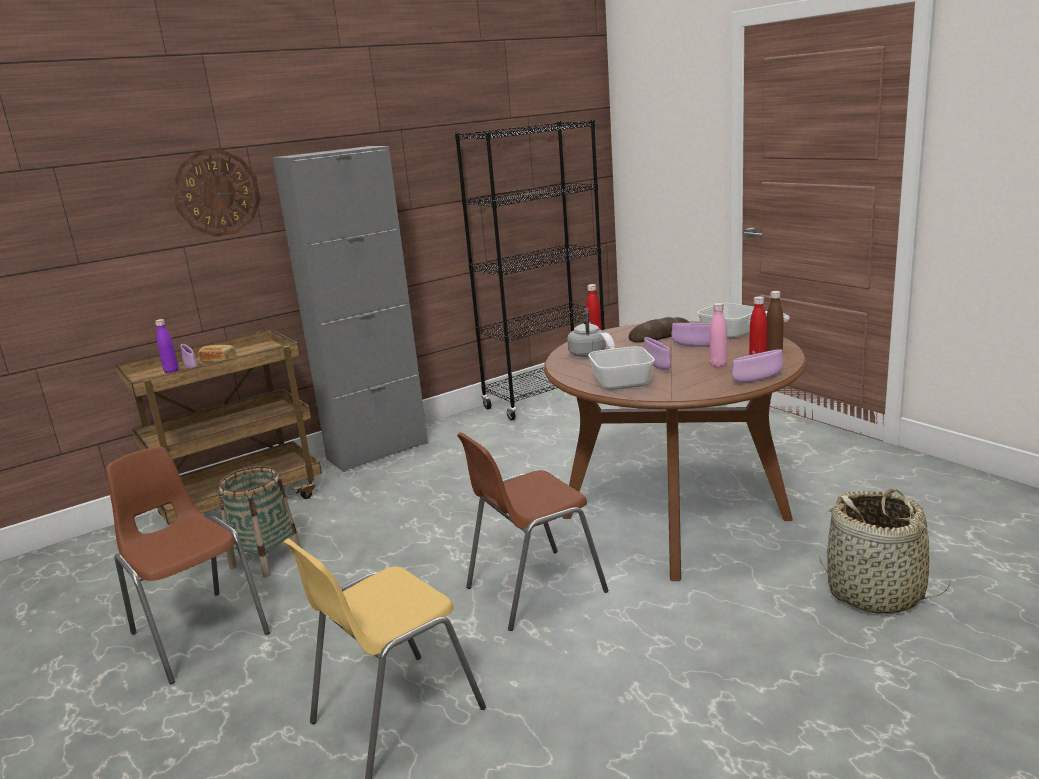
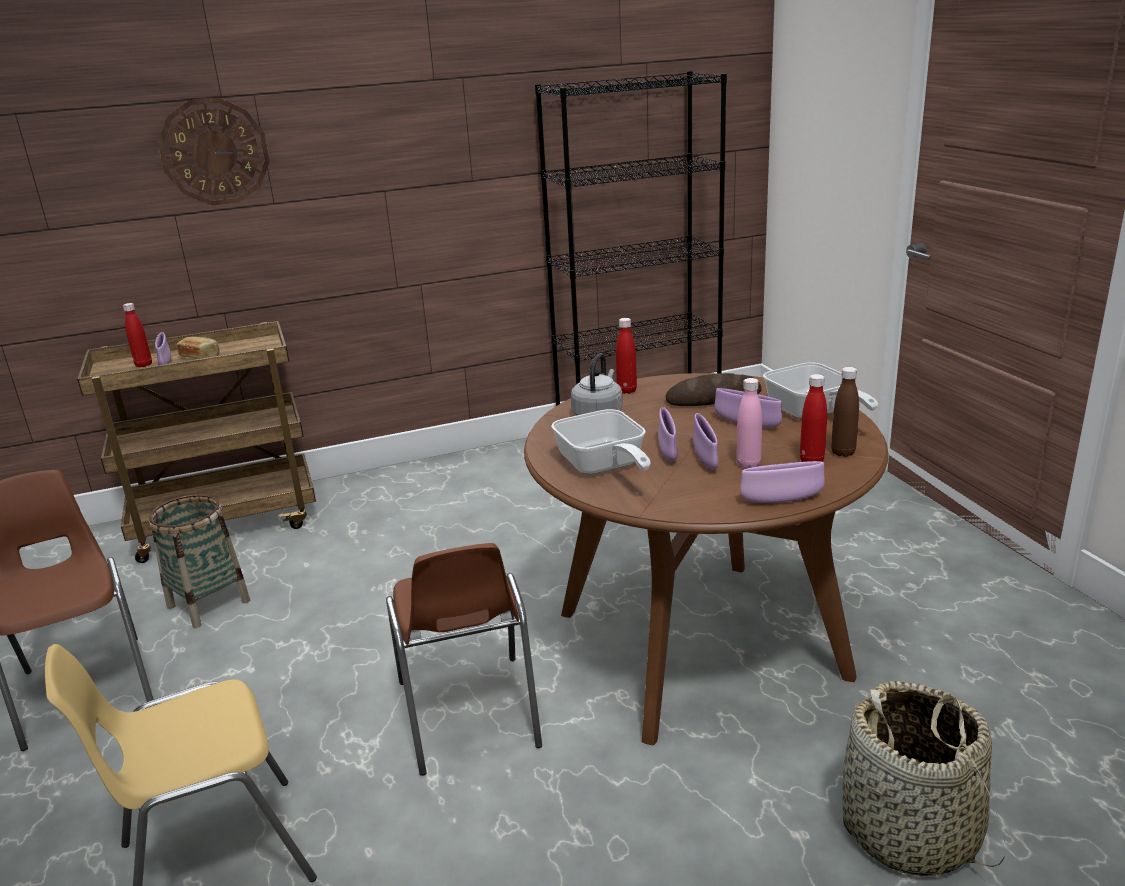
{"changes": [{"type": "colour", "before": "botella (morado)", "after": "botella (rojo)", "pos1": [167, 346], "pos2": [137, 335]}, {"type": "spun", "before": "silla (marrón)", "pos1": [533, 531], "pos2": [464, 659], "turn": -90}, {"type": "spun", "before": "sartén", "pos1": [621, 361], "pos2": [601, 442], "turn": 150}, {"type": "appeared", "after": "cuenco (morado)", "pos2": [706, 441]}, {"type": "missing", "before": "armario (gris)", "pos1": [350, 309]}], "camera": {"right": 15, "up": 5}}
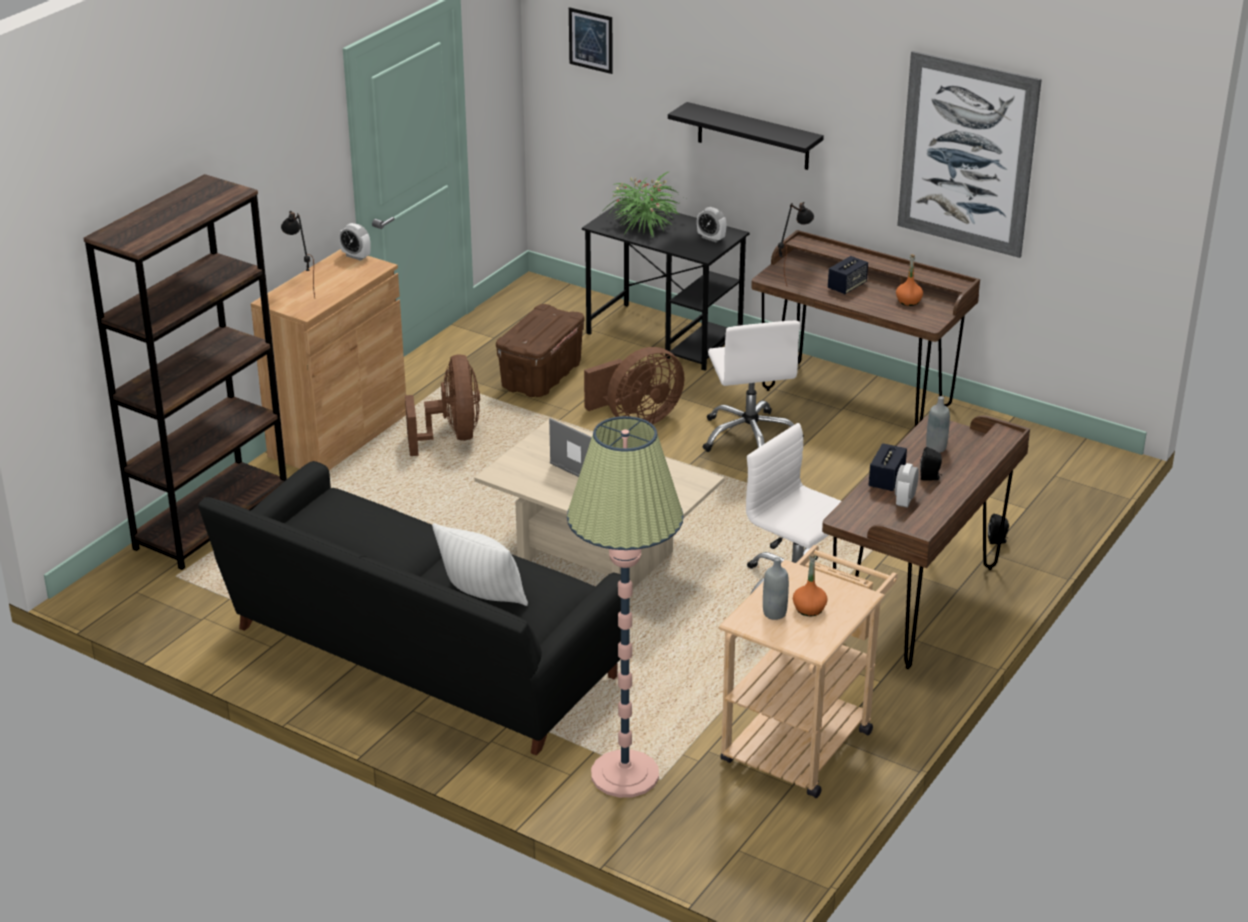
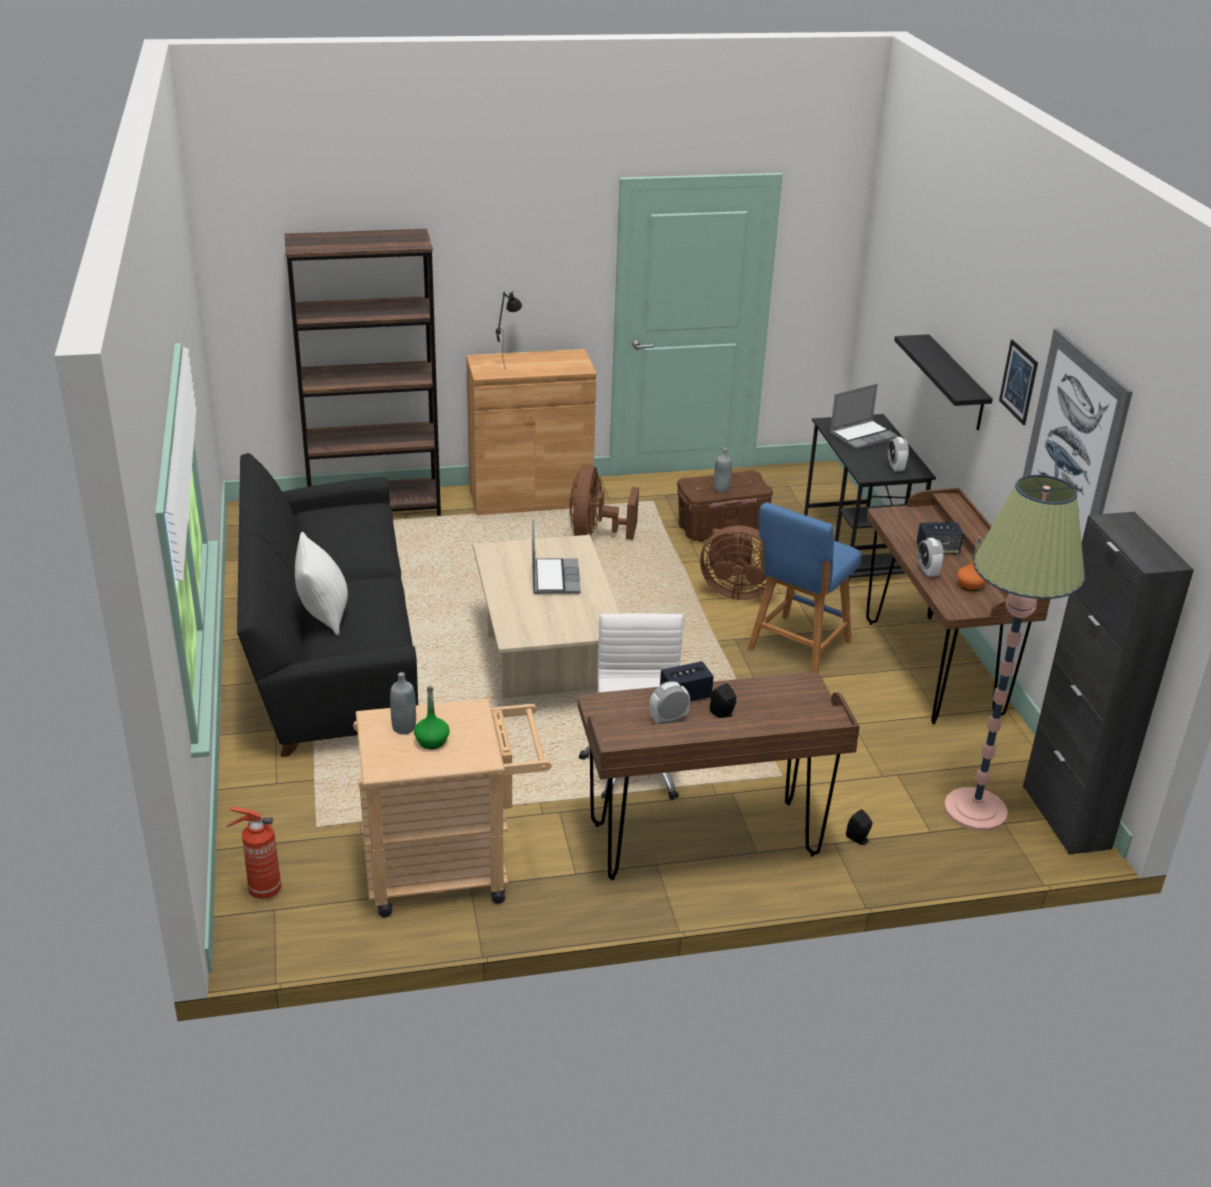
{"changes": [{"type": "appeared", "after": "extintor", "pos2": [254, 852]}, {"type": "colour", "before": "botella (naranja)", "after": "botella (verde)", "pos1": [810, 585], "pos2": [431, 717]}, {"type": "spun", "before": "ventilador (marrón)", "pos1": [442, 405], "pos2": [604, 502], "turn": 150}, {"type": "relocated", "before": "botella (gris)", "pos1": [938, 424], "pos2": [723, 470]}, {"type": "exchanged", "before": "silla de oficina (blanco)", "after": "taburete (azul)", "pos1": [753, 386], "pos2": [805, 587]}, {"type": "exchanged", "before": "planta en maceta", "after": "portátil", "pos1": [641, 204], "pos2": [864, 417]}, {"type": "relocated", "before": "despertador", "pos1": [355, 242], "pos2": [931, 557]}, {"type": "relocated", "before": "lámpara de pie", "pos1": [625, 607], "pos2": [1014, 653]}, {"type": "relocated", "before": "cuadro", "pos1": [591, 40], "pos2": [1018, 382]}, {"type": "appeared", "after": "armario (negro)", "pos2": [1108, 683]}, {"type": "missing", "before": "lámpara de mesa (negro)", "pos1": [796, 243]}], "camera": {"right": 45, "up": 0}}
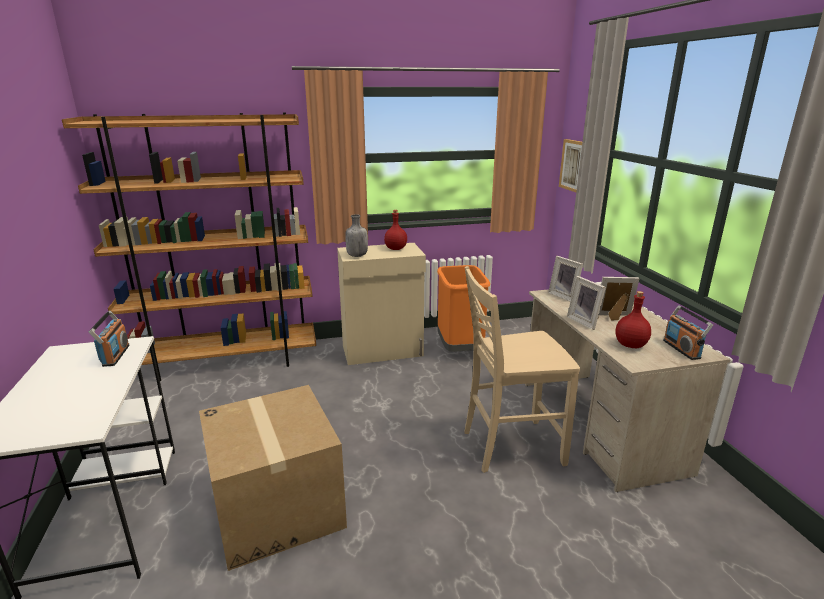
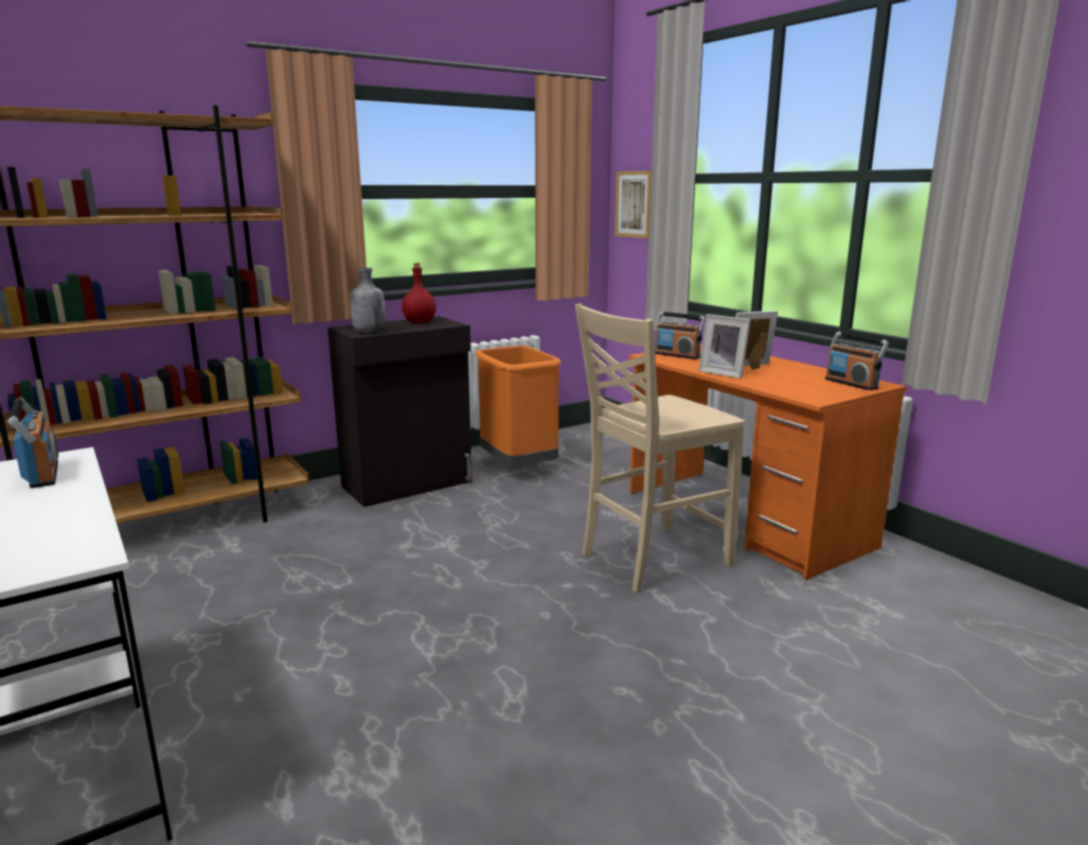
{"changes": [{"type": "colour", "before": "armario (beis)", "after": "armario (negro)", "pos1": [381, 304], "pos2": [400, 411]}, {"type": "colour", "before": "escritorio (beis)", "after": "escritorio (naranja)", "pos1": [628, 388], "pos2": [768, 462]}, {"type": "exchanged", "before": "portarretratos", "after": "radio", "pos1": [565, 279], "pos2": [680, 335]}, {"type": "missing", "before": "caja de cartón", "pos1": [273, 478]}, {"type": "missing", "before": "botella (rojo)", "pos1": [633, 319]}], "camera": {"right": -20, "up": -5}}
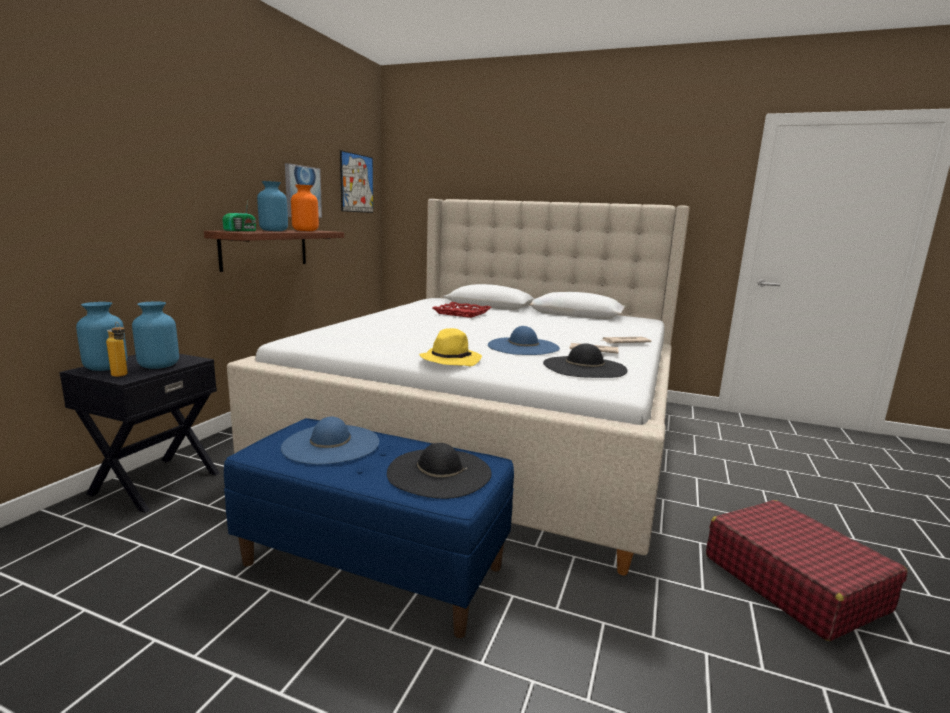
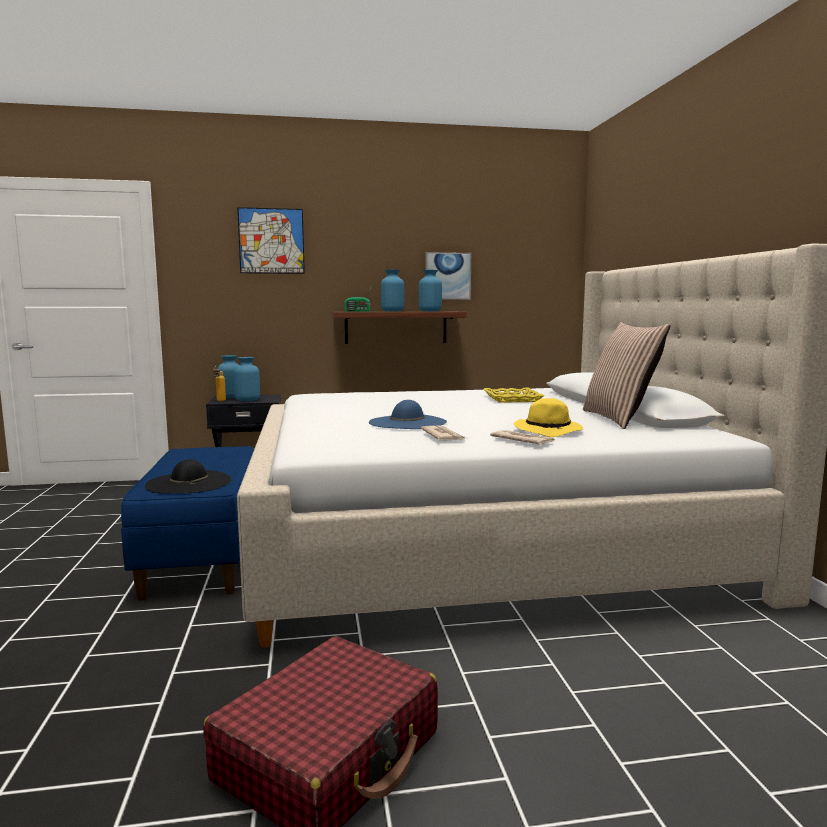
{"changes": [{"type": "relocated", "before": "cuadro", "pos1": [356, 181], "pos2": [271, 240]}, {"type": "colour", "before": "florero (naranja)", "after": "florero (azul)", "pos1": [305, 208], "pos2": [430, 291]}, {"type": "colour", "before": "bandeja (rojo)", "after": "bandeja (amarillo)", "pos1": [461, 310], "pos2": [514, 395]}, {"type": "relocated", "before": "sombrero (amarillo)", "pos1": [450, 347], "pos2": [548, 417]}, {"type": "appeared", "after": "cojín", "pos2": [626, 375]}, {"type": "missing", "before": "sombrero (azul)", "pos1": [330, 440]}, {"type": "missing", "before": "sombrero (negro)", "pos1": [585, 361]}], "camera": {"right": 60, "up": -5}}
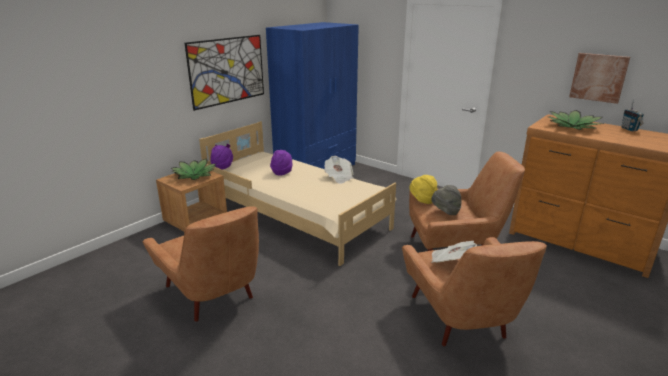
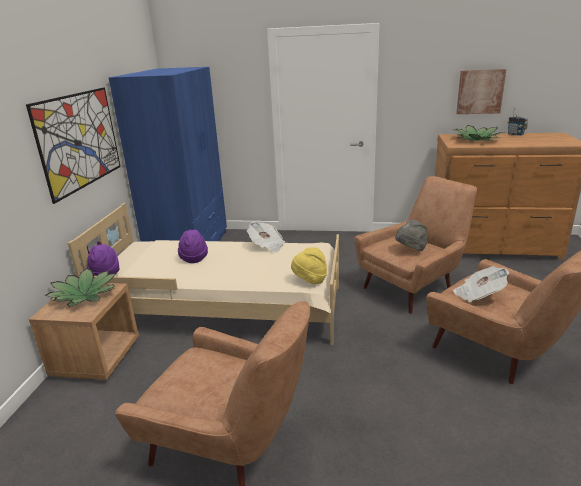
{"changes": [{"type": "relocated", "before": "sombrero (amarillo)", "pos1": [423, 189], "pos2": [309, 265]}], "camera": {"right": -30, "up": 0}}
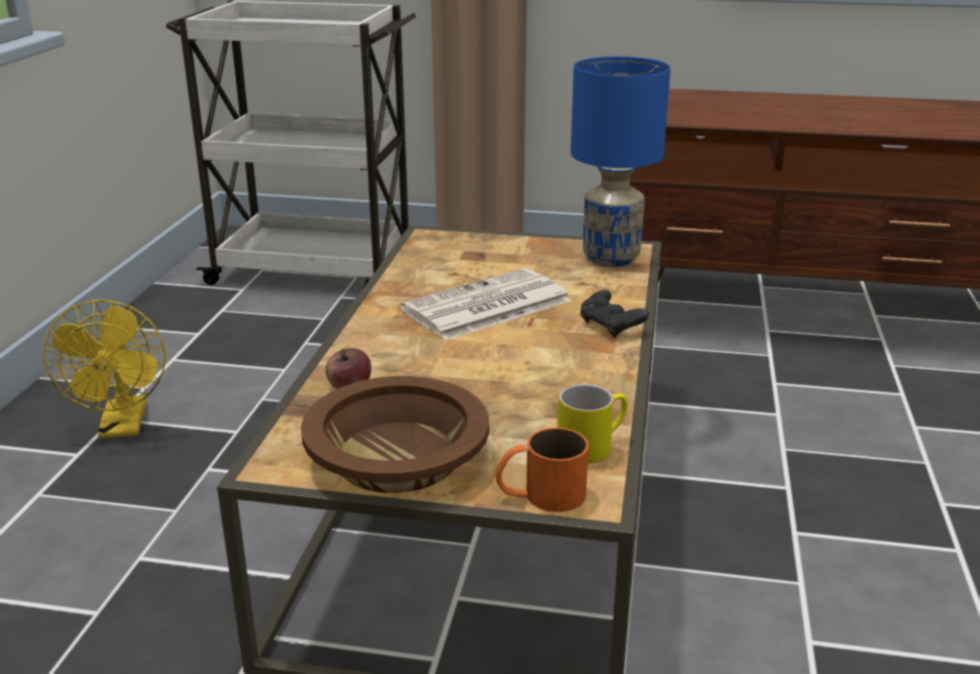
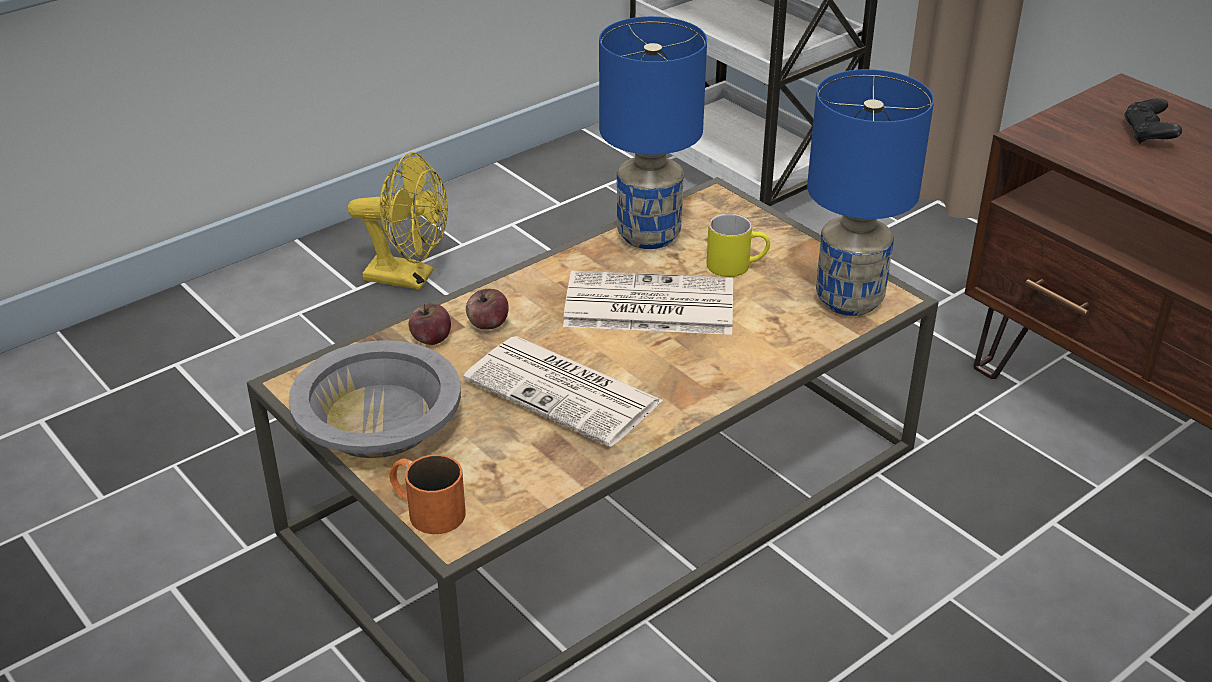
{"changes": [{"type": "colour", "before": "cuenco (marrón)", "after": "cuenco (gris)", "pos1": [395, 434], "pos2": [375, 399]}, {"type": "spun", "before": "ventilador (amarillo)", "pos1": [104, 369], "pos2": [398, 221], "turn": -105}, {"type": "appeared", "after": "periódico", "pos2": [563, 391]}, {"type": "appeared", "after": "manzana", "pos2": [487, 309]}, {"type": "appeared", "after": "lámpara de mesa (azul)", "pos2": [653, 132]}, {"type": "relocated", "before": "taza grande (amarillo)", "pos1": [593, 424], "pos2": [738, 245]}, {"type": "relocated", "before": "mando de consola (negro)", "pos1": [614, 314], "pos2": [1153, 121]}], "camera": {"right": 40, "up": 10}}
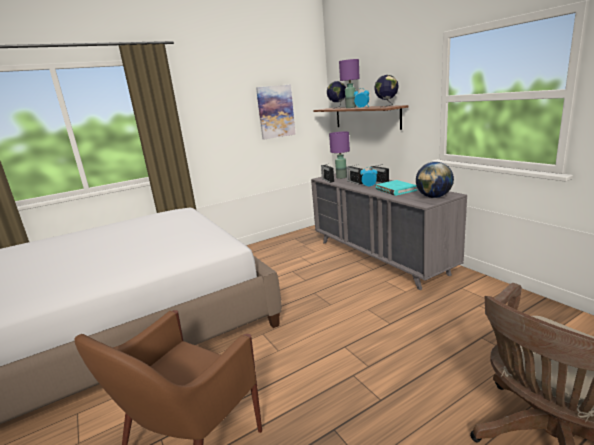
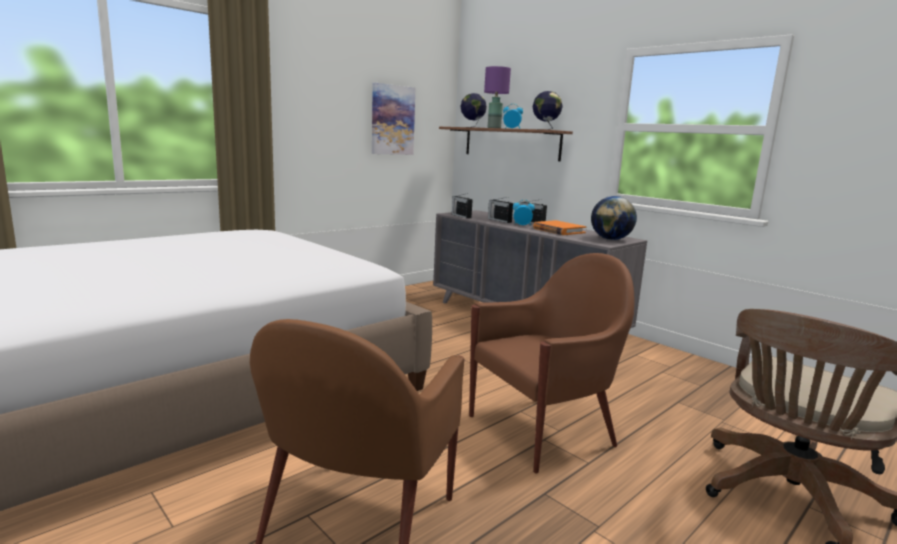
{"changes": [{"type": "appeared", "after": "sillón (marrón)", "pos2": [551, 363]}, {"type": "colour", "before": "libro (turquesa)", "after": "libro (naranja)", "pos1": [396, 188], "pos2": [560, 227]}, {"type": "missing", "before": "lámpara de mesa (morado)", "pos1": [339, 155]}], "camera": {"right": -15, "up": -5}}
